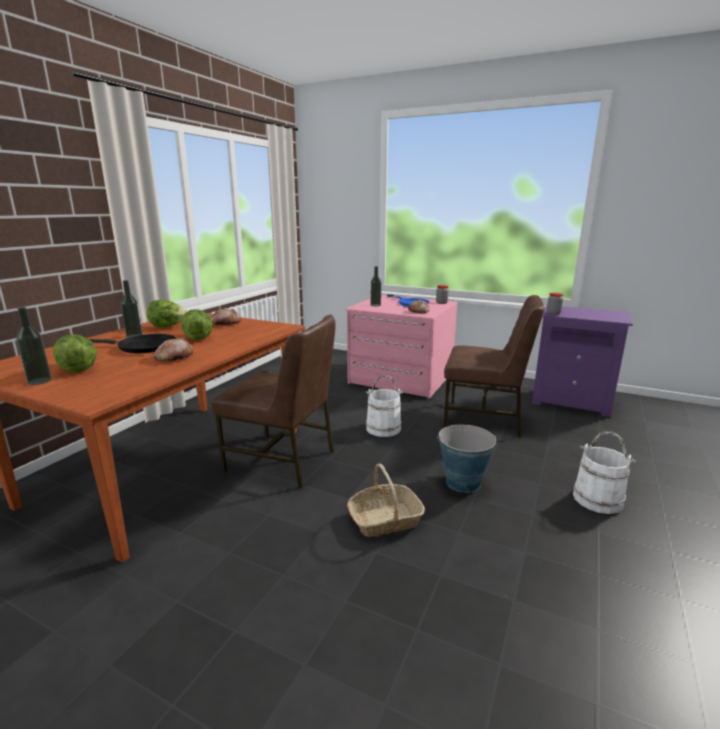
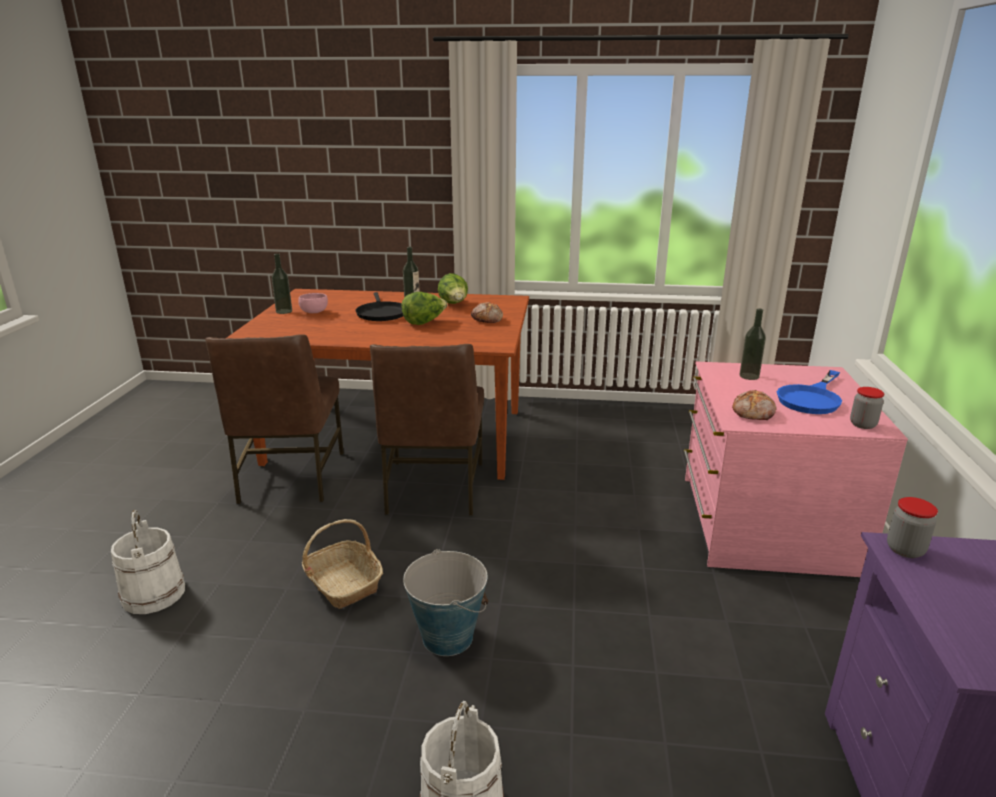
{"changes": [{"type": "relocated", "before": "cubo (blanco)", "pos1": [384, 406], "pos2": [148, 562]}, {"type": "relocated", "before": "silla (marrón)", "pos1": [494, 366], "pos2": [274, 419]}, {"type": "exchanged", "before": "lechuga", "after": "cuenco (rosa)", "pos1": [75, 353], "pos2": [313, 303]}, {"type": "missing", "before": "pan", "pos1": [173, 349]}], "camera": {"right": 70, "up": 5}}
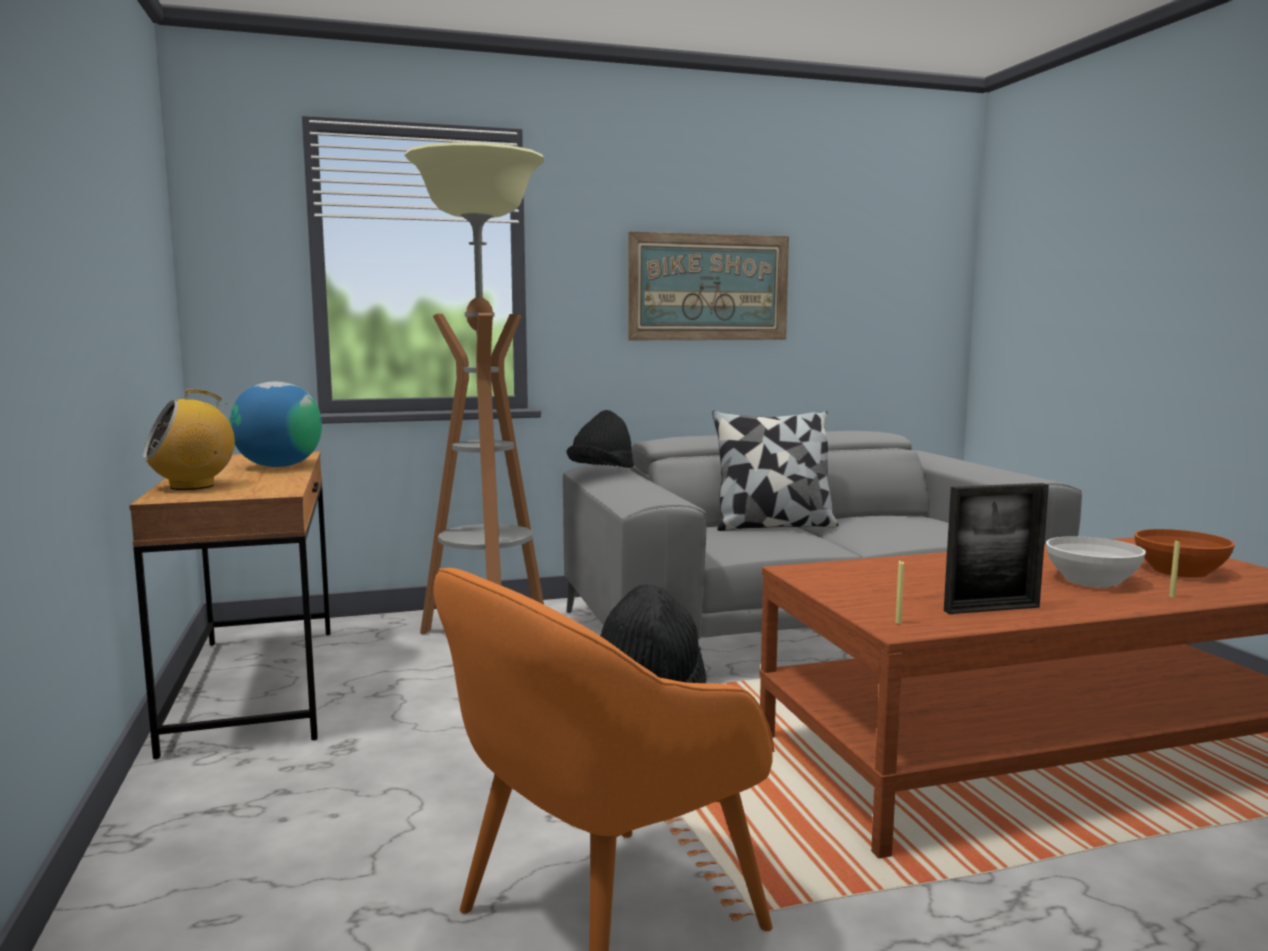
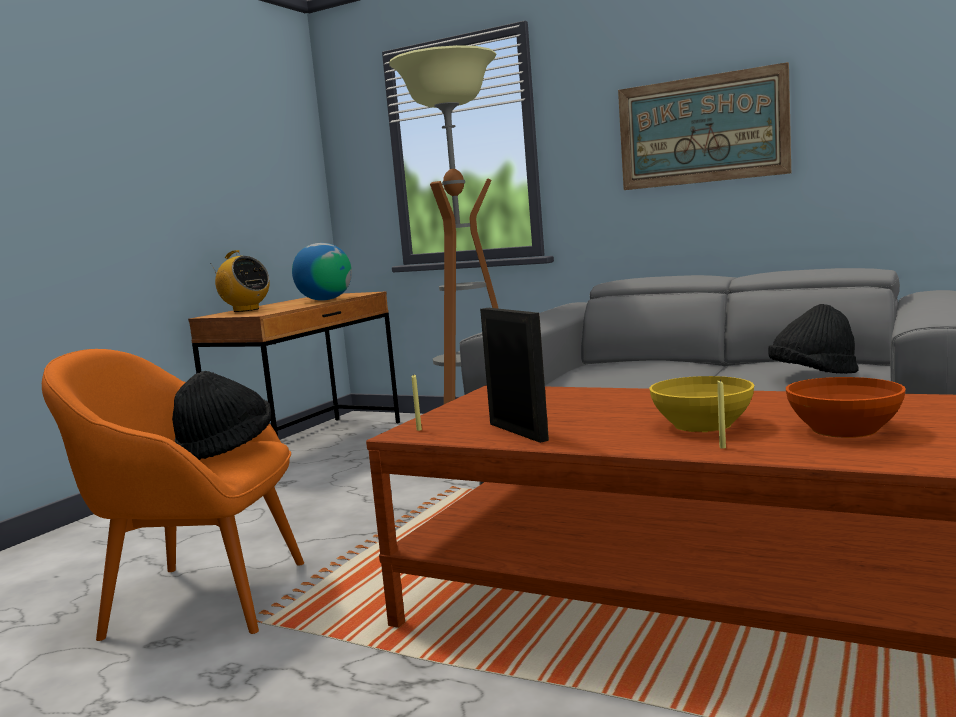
{"changes": [{"type": "spun", "before": "radio", "pos1": [189, 439], "pos2": [240, 281], "turn": -150}, {"type": "spun", "before": "portarretratos", "pos1": [996, 548], "pos2": [514, 375], "turn": -150}, {"type": "colour", "before": "cuenco (blanco)", "after": "cuenco (amarillo)", "pos1": [1096, 562], "pos2": [701, 404]}, {"type": "relocated", "before": "sombrero (negro)", "pos1": [600, 439], "pos2": [813, 339]}, {"type": "missing", "before": "cojín", "pos1": [775, 471]}], "camera": {"right": 45, "up": 0}}
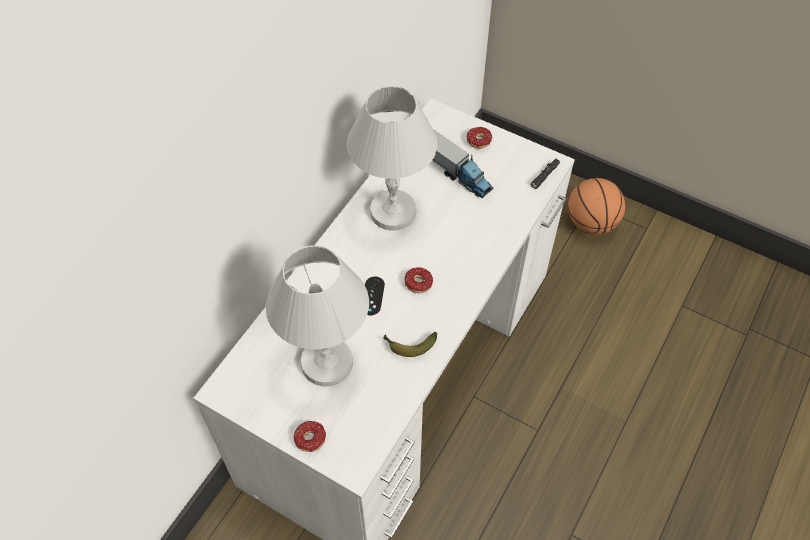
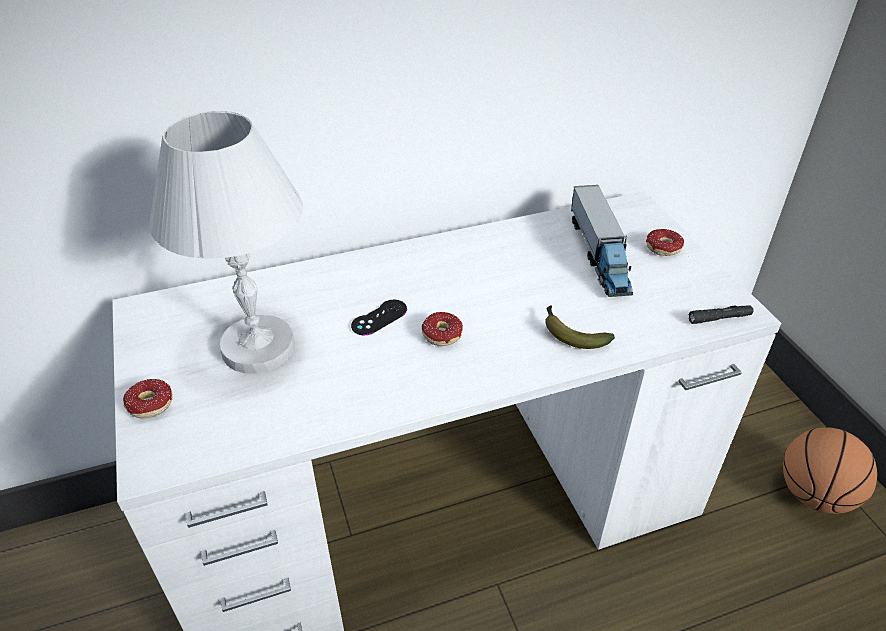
{"changes": [{"type": "relocated", "before": "plátano", "pos1": [410, 344], "pos2": [580, 327]}, {"type": "missing", "before": "lámpara de mesa (blanco)", "pos1": [392, 158]}], "camera": {"right": 40, "up": -15}}
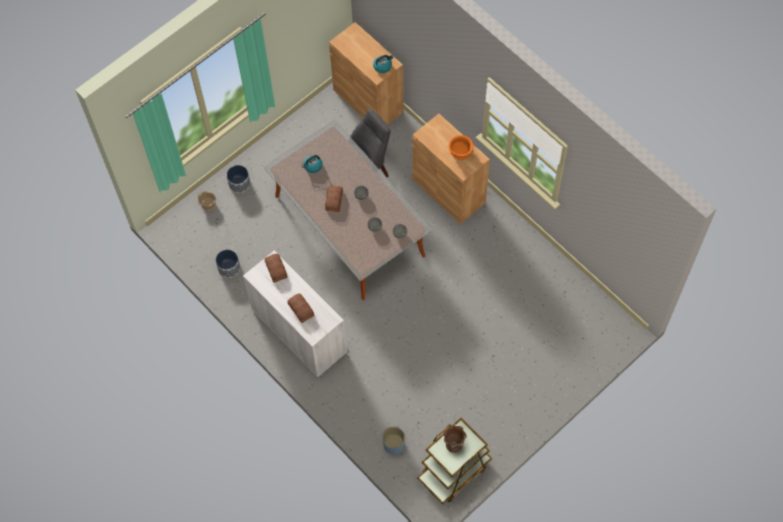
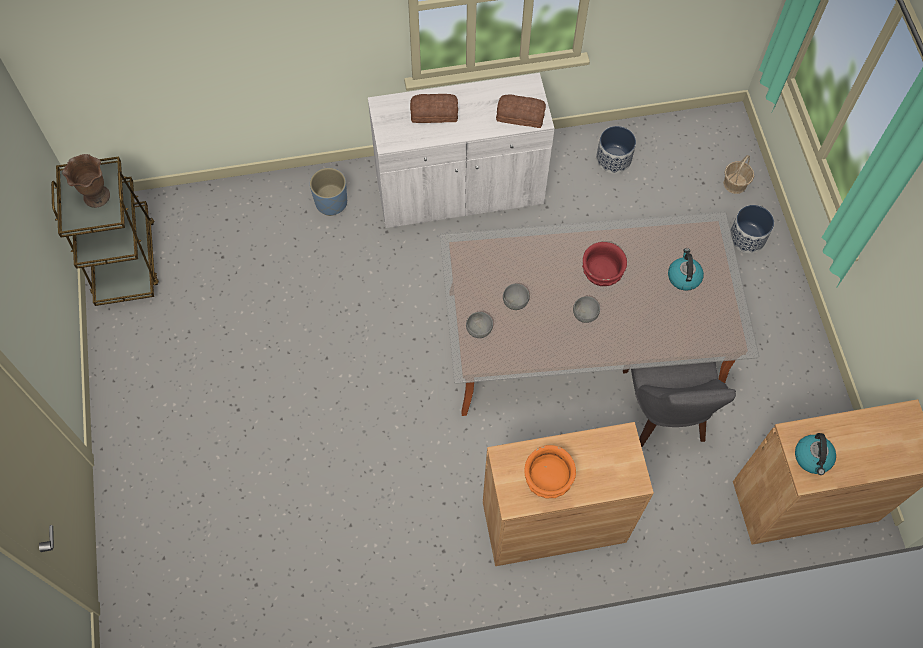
{"changes": [{"type": "relocated", "before": "maceta (azul)", "pos1": [394, 441], "pos2": [328, 192]}, {"type": "exchanged", "before": "pan", "after": "cuenco (rojo)", "pos1": [334, 199], "pos2": [604, 264]}], "camera": {"right": 120, "up": 0}}
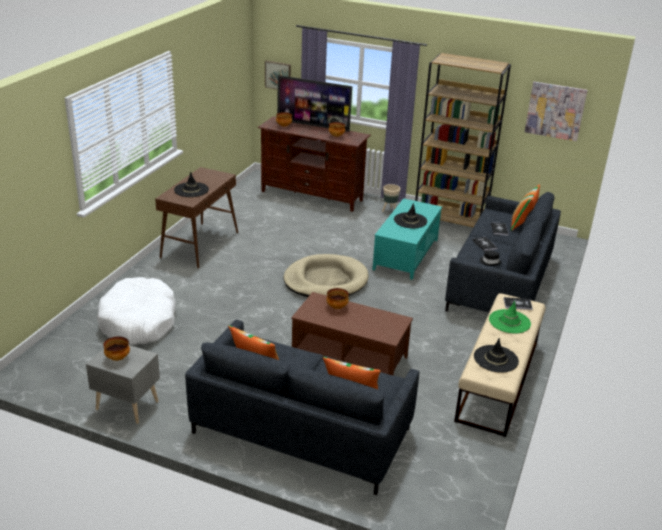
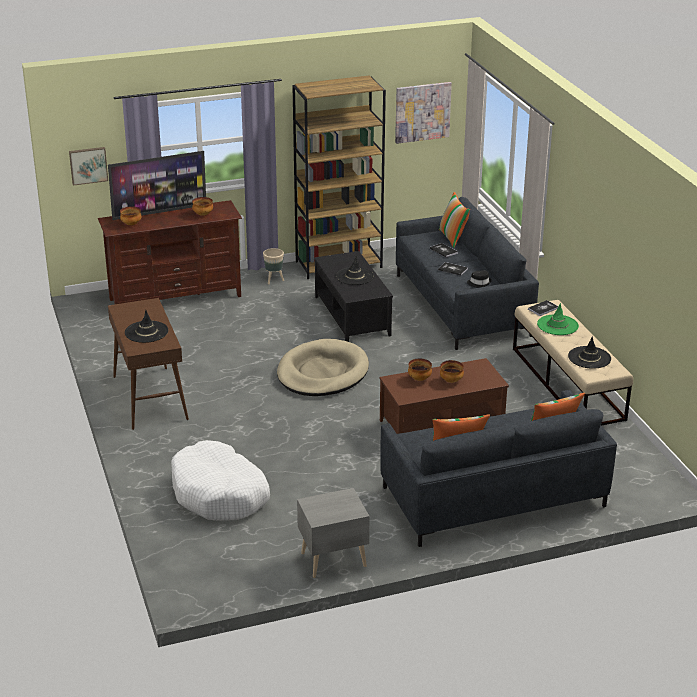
{"changes": [{"type": "colour", "before": "mesa de centro (turquesa)", "after": "mesa de centro (negro)", "pos1": [407, 239], "pos2": [353, 296]}, {"type": "relocated", "before": "cuenco", "pos1": [116, 348], "pos2": [452, 371]}], "camera": {"right": -40, "up": 0}}
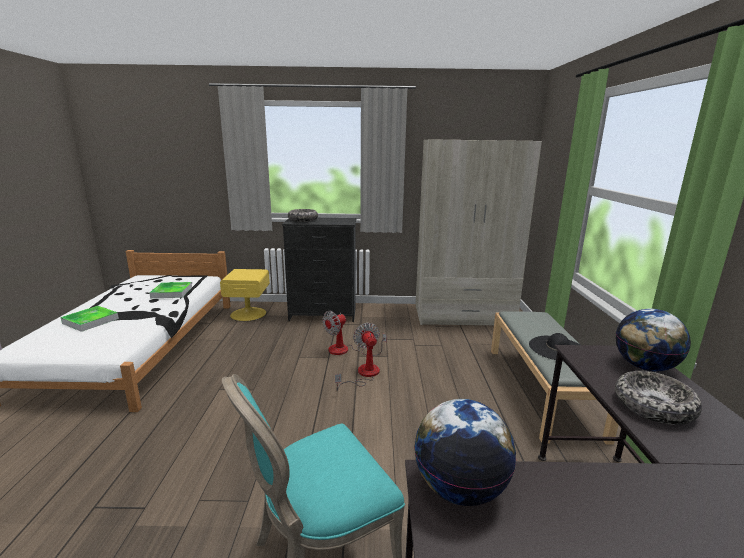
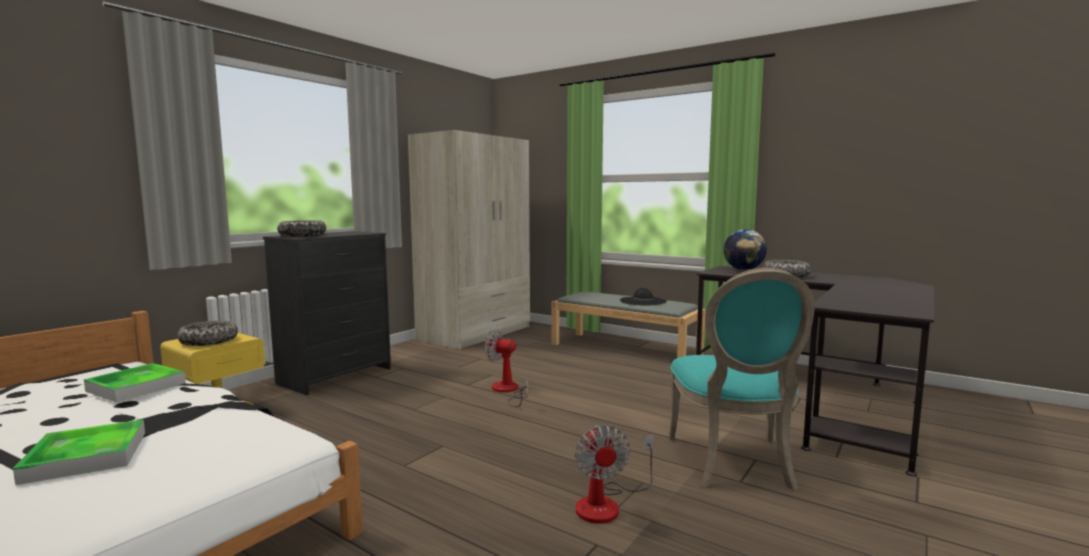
{"changes": [{"type": "appeared", "after": "cuenco", "pos2": [207, 333]}, {"type": "relocated", "before": "ventilador", "pos1": [354, 333], "pos2": [614, 474]}, {"type": "missing", "before": "globo terráqueo", "pos1": [465, 452]}], "camera": {"right": -55, "up": -10}}
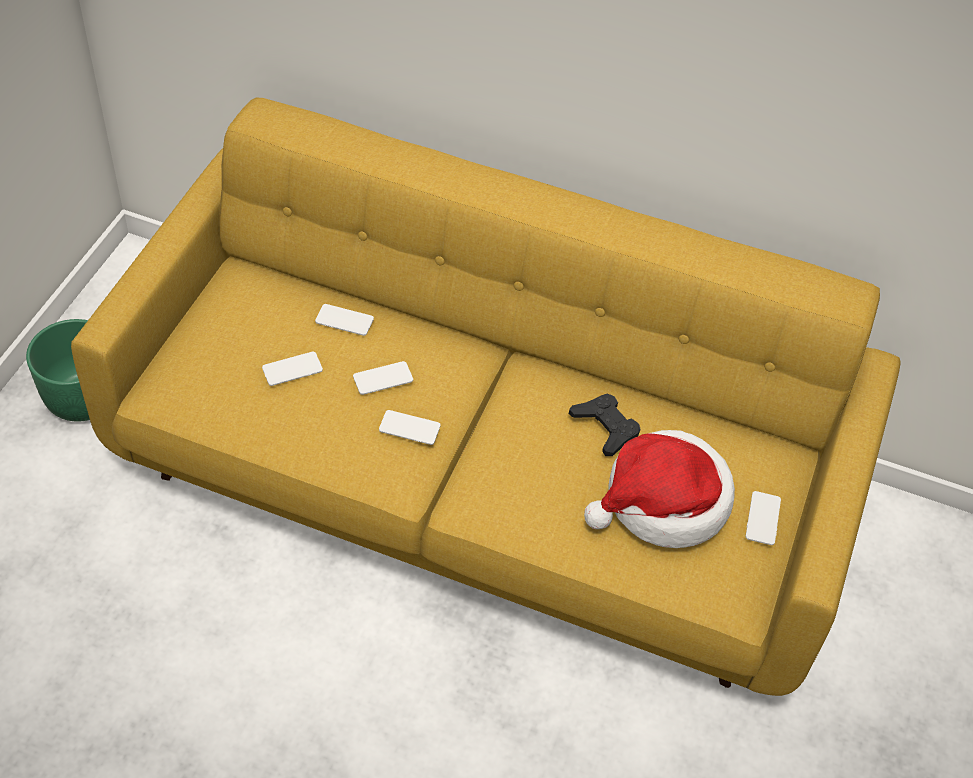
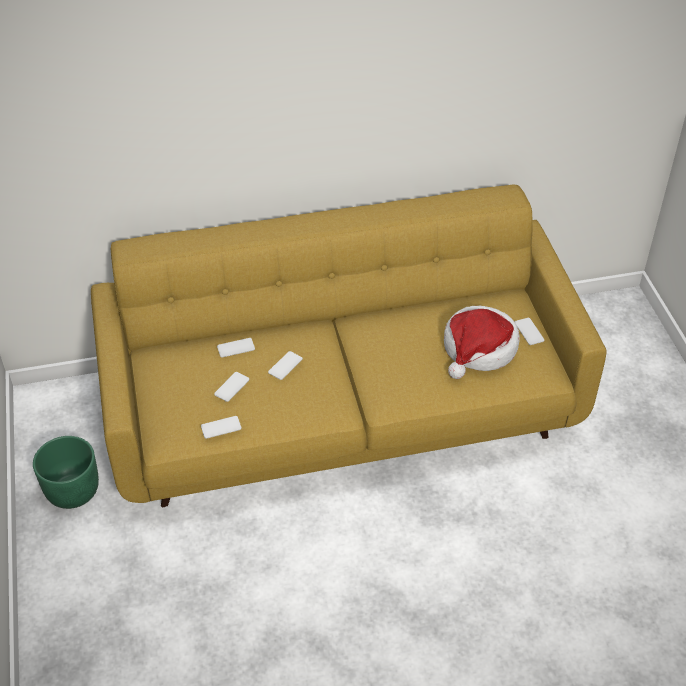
{"changes": [{"type": "relocated", "before": "móvil", "pos1": [410, 427], "pos2": [221, 427]}, {"type": "missing", "before": "mando de consola (negro)", "pos1": [605, 424]}], "camera": {"right": -30, "up": -5}}
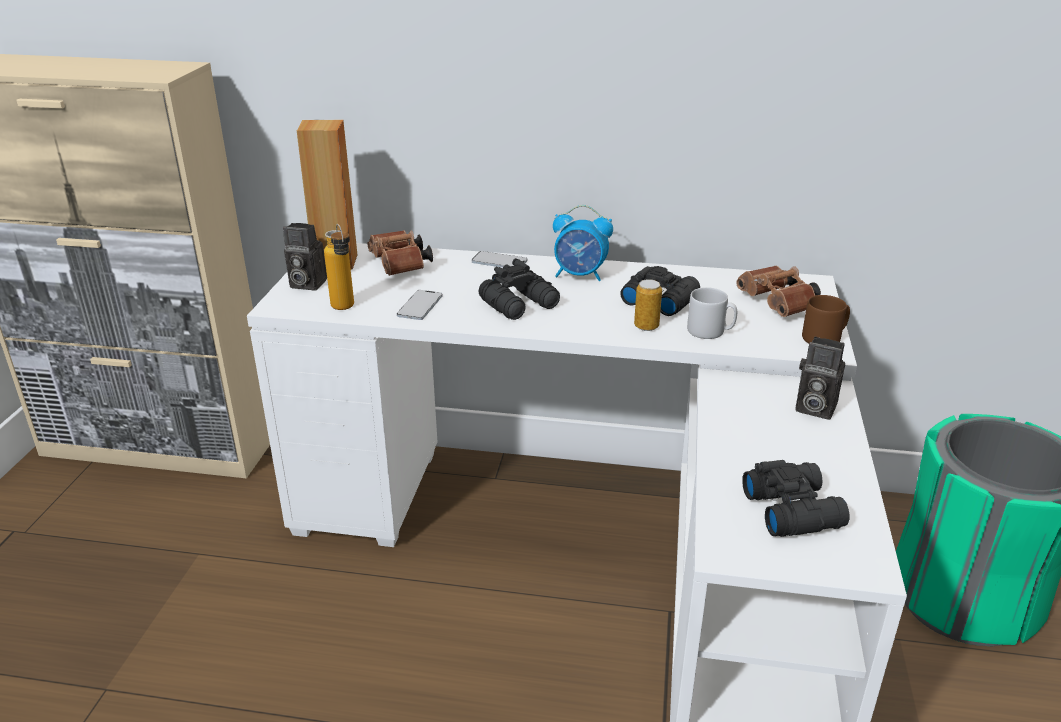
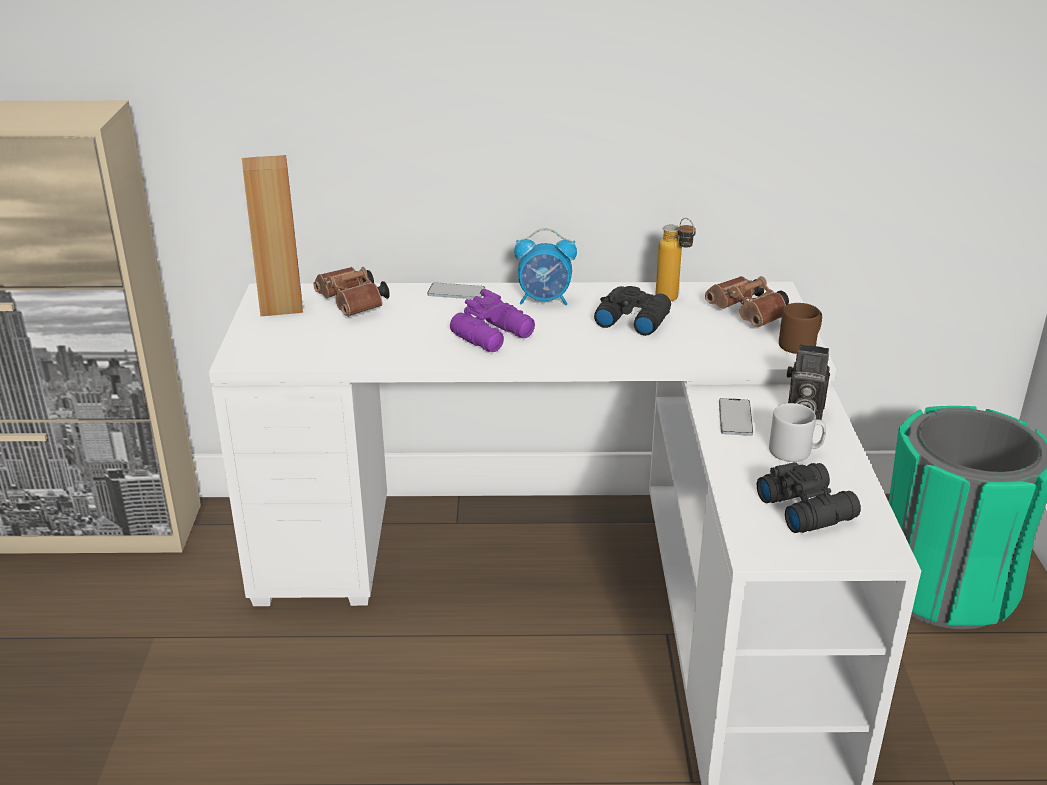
{"changes": [{"type": "colour", "before": "prismáticos (negro)", "after": "prismáticos (morado)", "pos1": [519, 289], "pos2": [492, 320]}, {"type": "relocated", "before": "botella", "pos1": [339, 267], "pos2": [676, 259]}, {"type": "relocated", "before": "móvil", "pos1": [419, 305], "pos2": [736, 417]}, {"type": "relocated", "before": "taza grande (gris)", "pos1": [712, 313], "pos2": [797, 432]}, {"type": "missing", "before": "cámara", "pos1": [305, 257]}, {"type": "missing", "before": "lata", "pos1": [648, 305]}], "camera": {"right": -10, "up": 0}}
